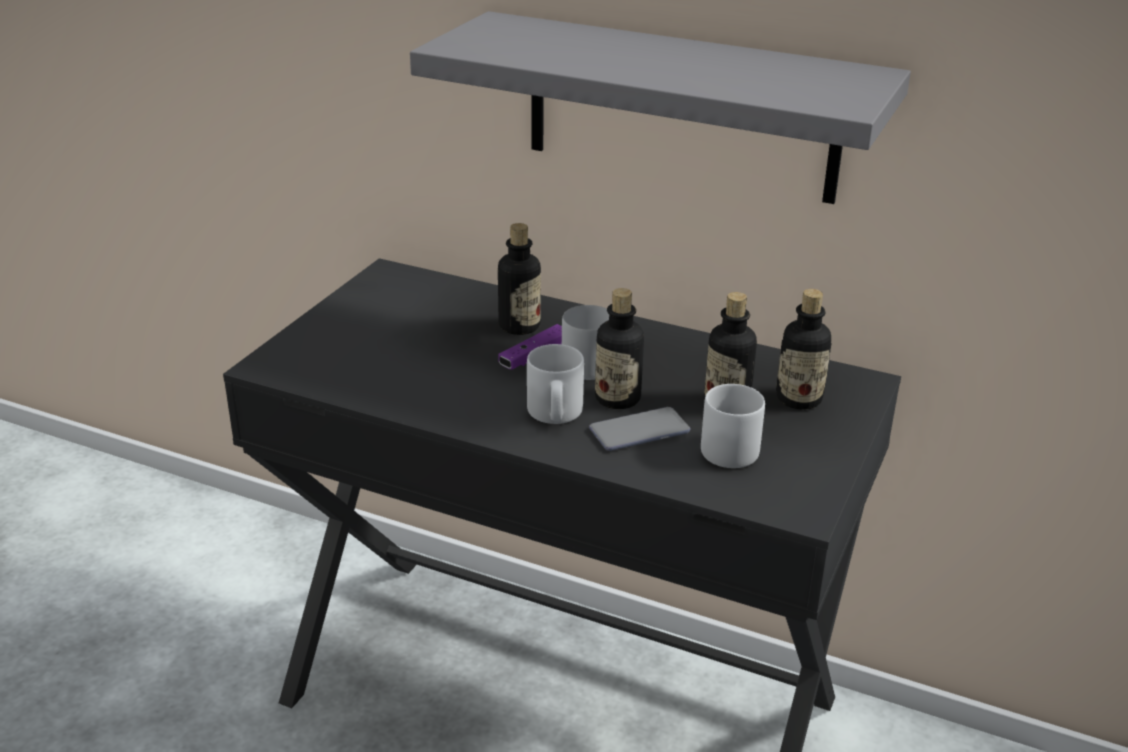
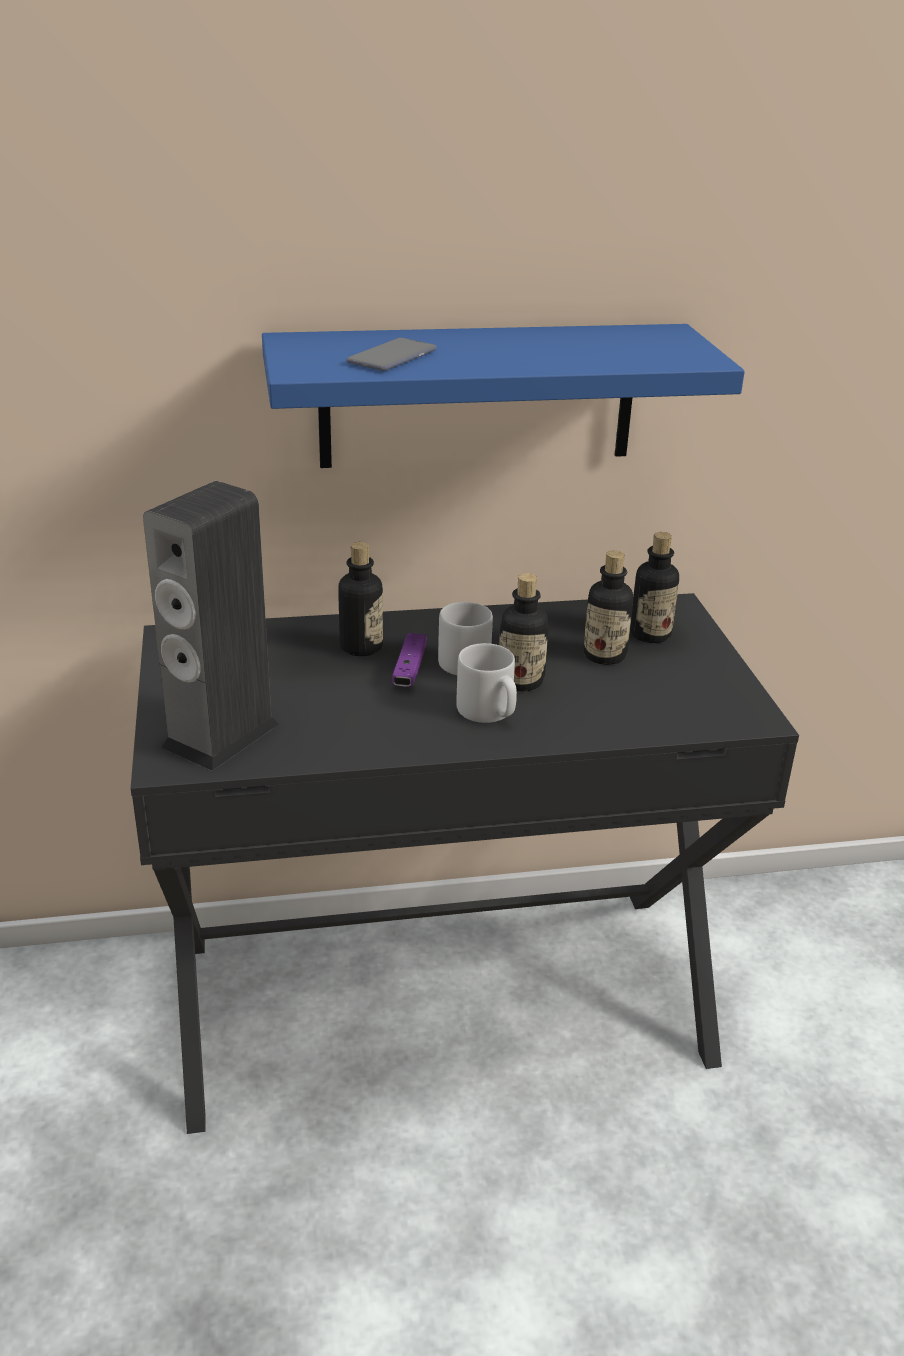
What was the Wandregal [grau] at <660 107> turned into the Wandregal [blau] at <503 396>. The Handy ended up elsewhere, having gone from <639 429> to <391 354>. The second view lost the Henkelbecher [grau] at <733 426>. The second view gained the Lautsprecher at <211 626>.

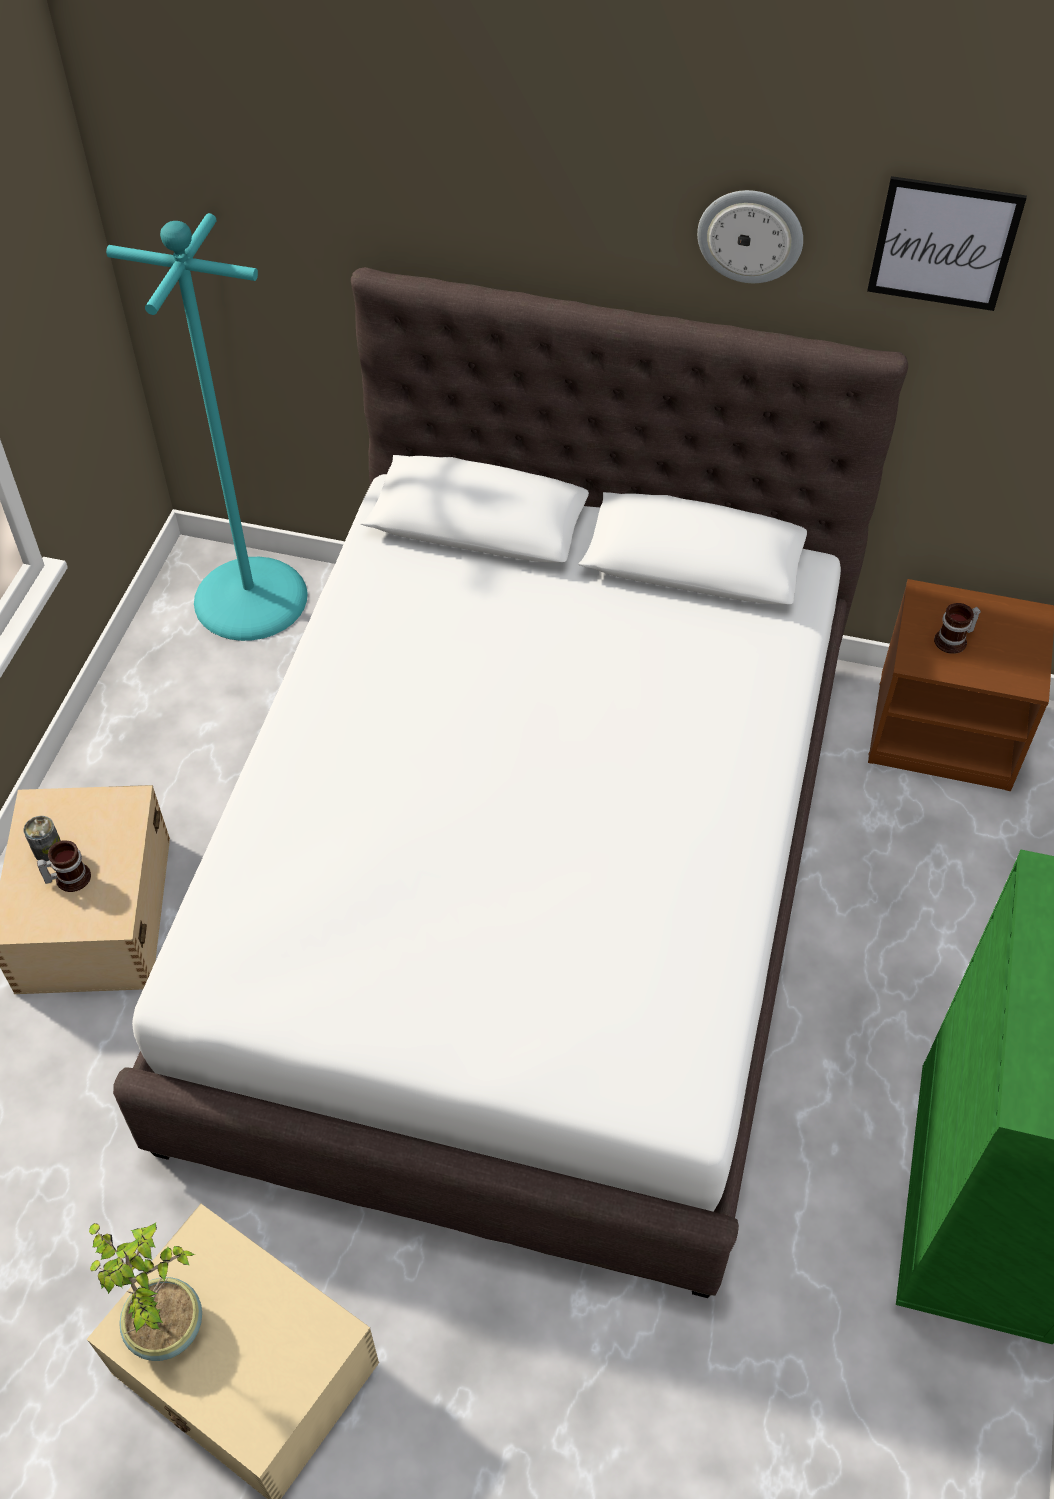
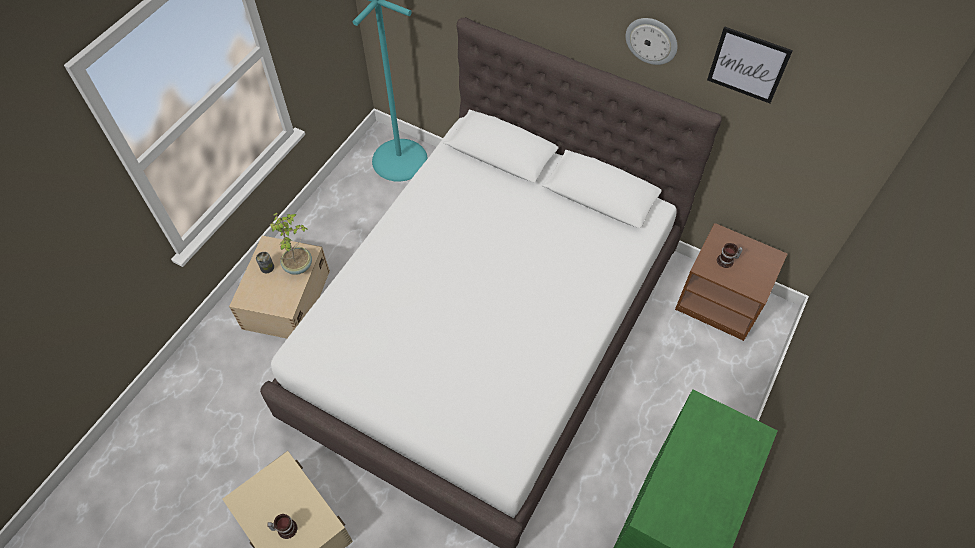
The Henkelbecher ended up elsewhere, having gone from <64 866> to <282 526>. The Topfpflanze ended up elsewhere, having gone from <145 1291> to <291 244>.

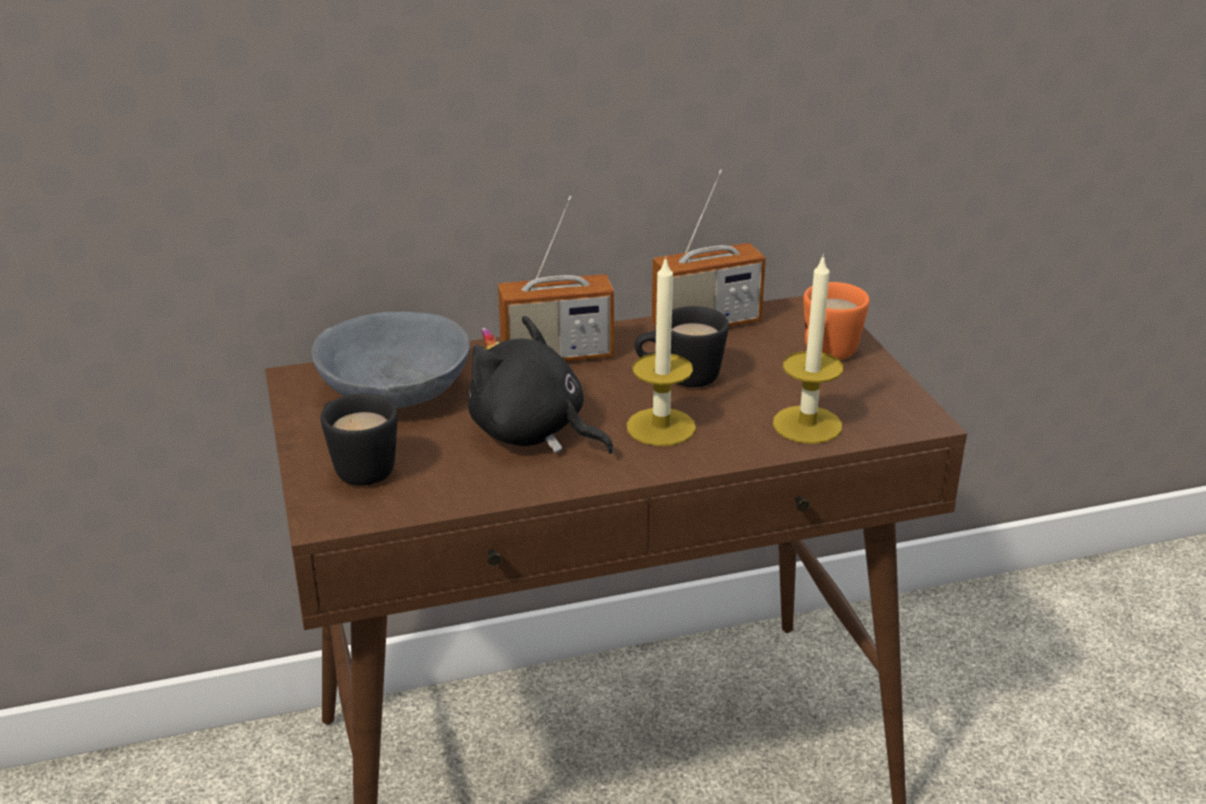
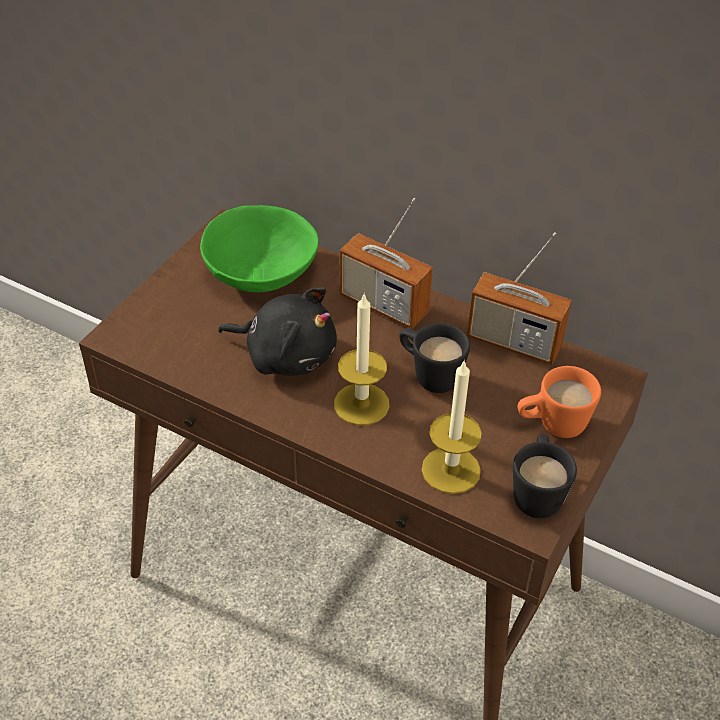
What was the Schüssel [grau] at <391 360> turned into the Schüssel [grün] at <259 248>. The Henkelbecher [schwarz] ended up elsewhere, having gone from <359 439> to <545 476>. The Plüschtier [schwarz] at <540 385> ended up facing another way, 120 degrees clockwise from before.

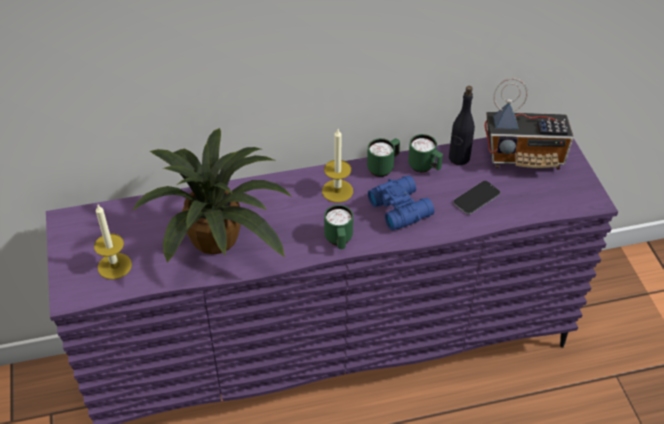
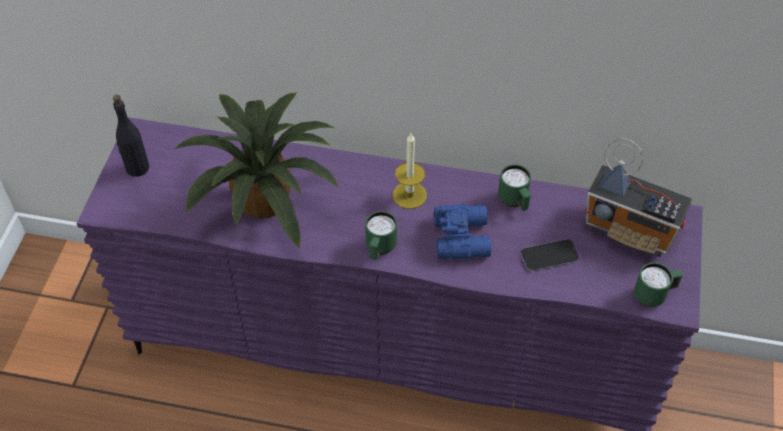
The second view lost the Kerze at <113 242>. The Henkelbecher [grün] ended up elsewhere, having gone from <383 157> to <658 284>. The Flasche [schwarz] ended up elsewhere, having gone from <462 125> to <131 136>.

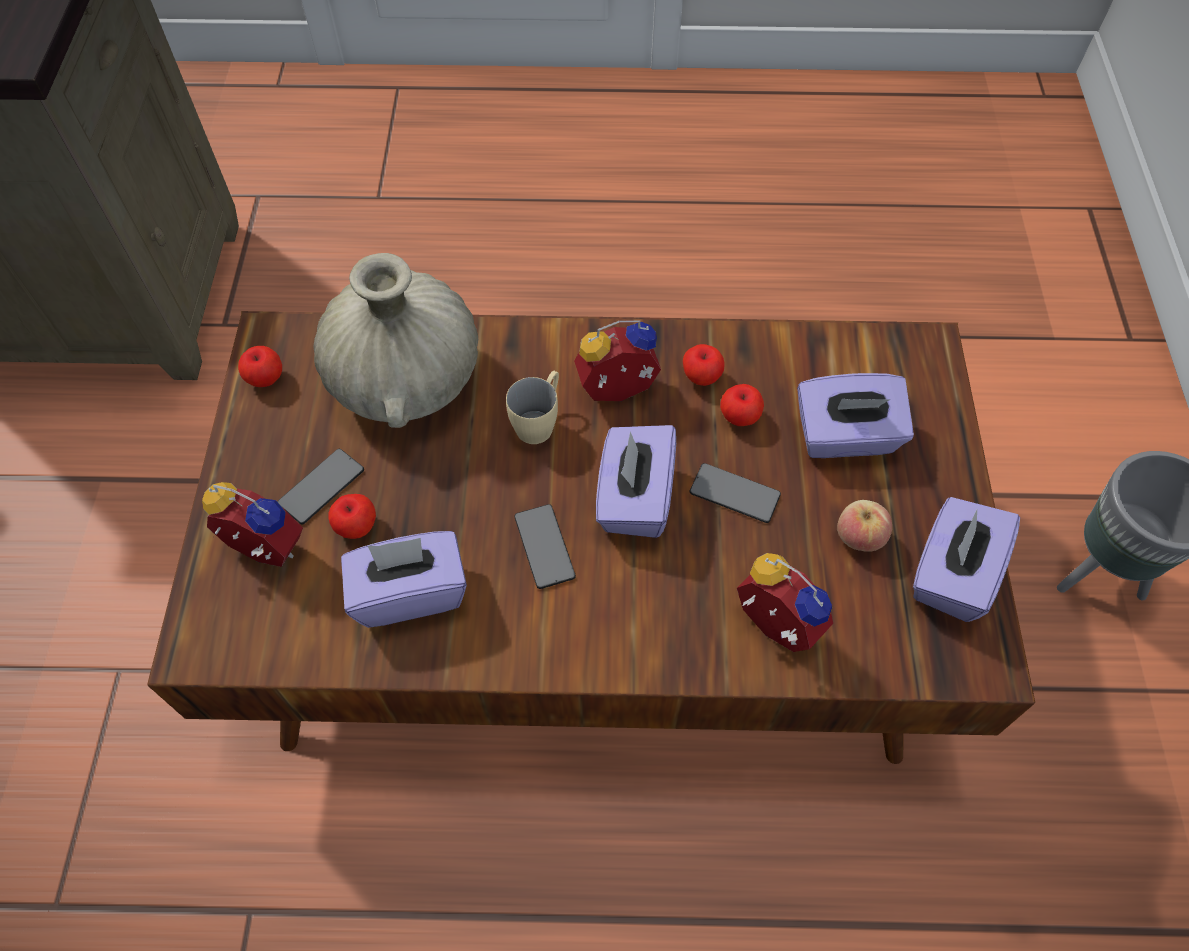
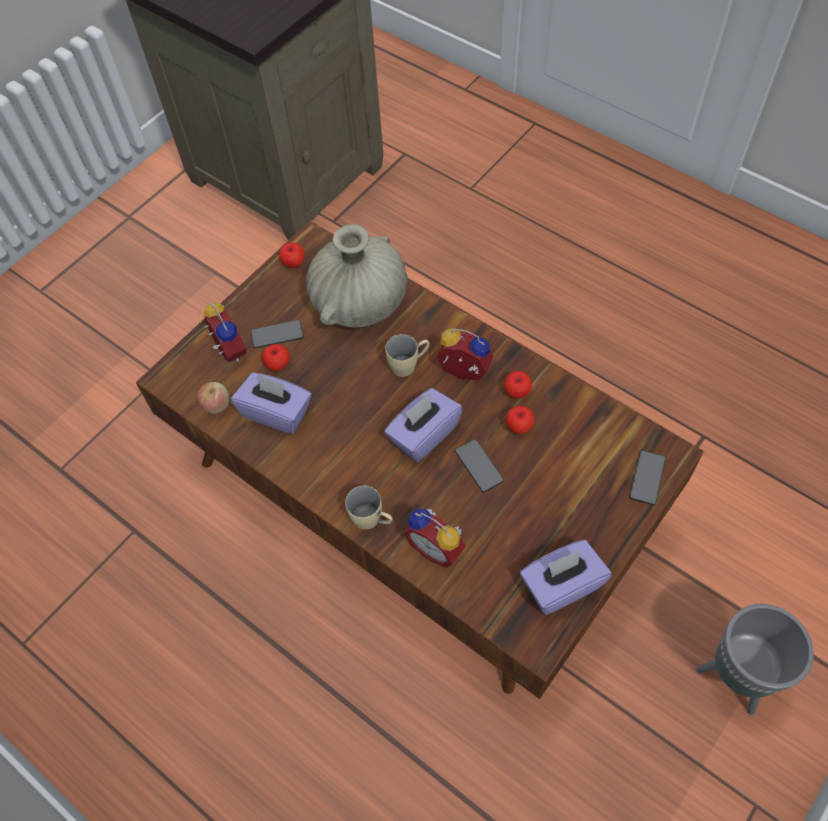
The Handy ended up elsewhere, having gone from <545 546> to <647 477>. The Wecker at <785 602> ended up facing another way, 135 degrees clockwise from before. The second view lost the Taschentuchbox [lila] at <855 415>. The Apfel ended up elsewhere, having gone from <864 526> to <213 398>. The second view gained the Henkelbecher [beige] at <369 507>.

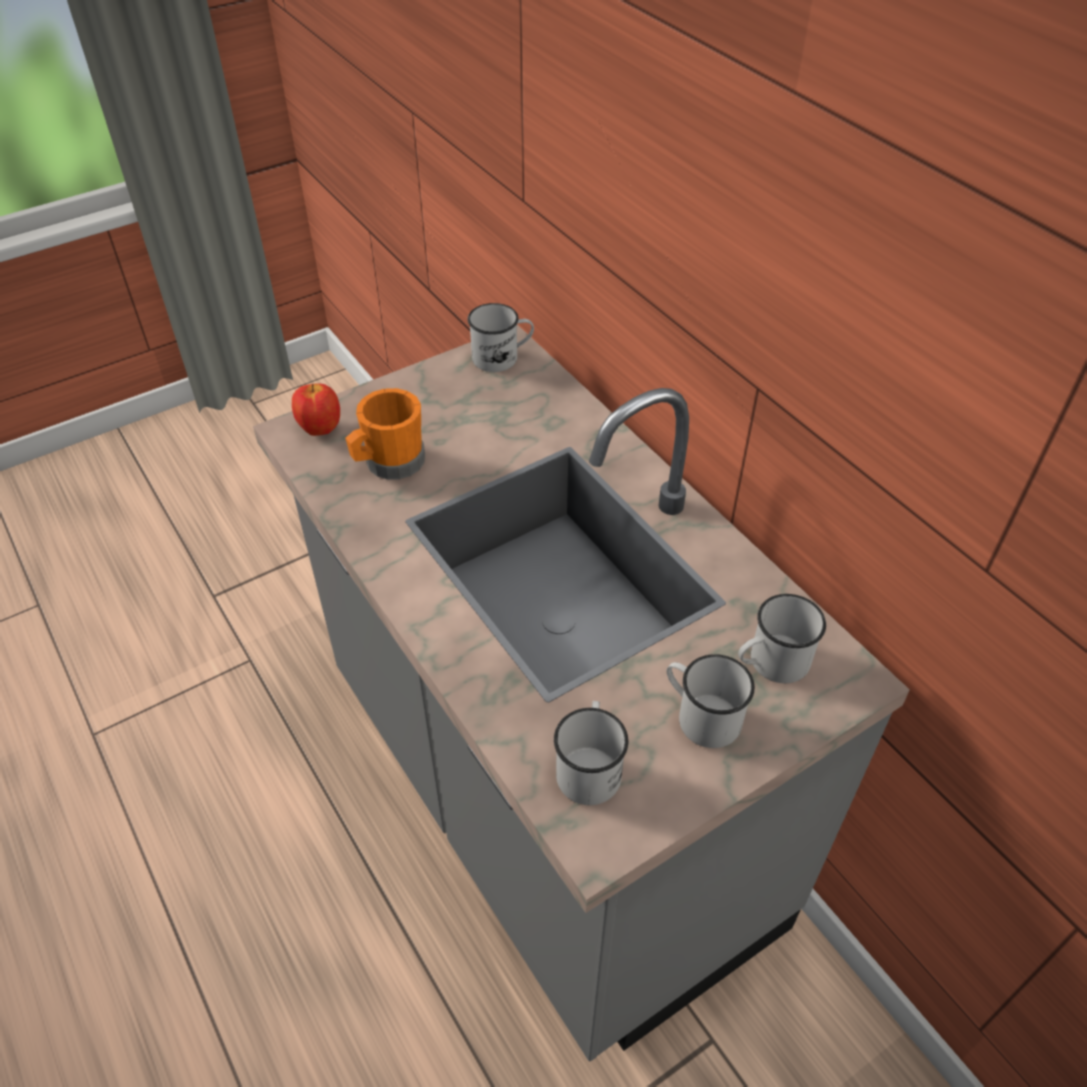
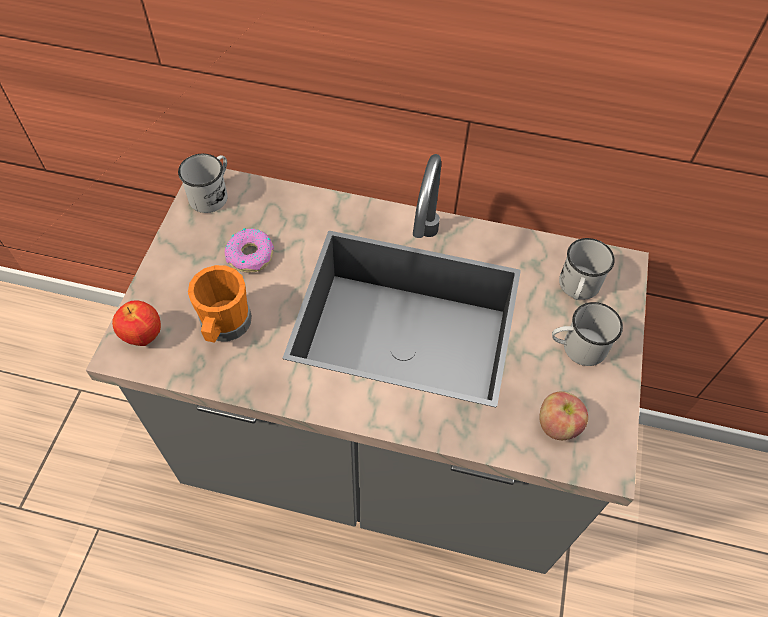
Where the Henkelbecher [weiß] stood at <591 753>, the Apfel came to stand at <563 415>. The second view gained the Donut at <249 250>.

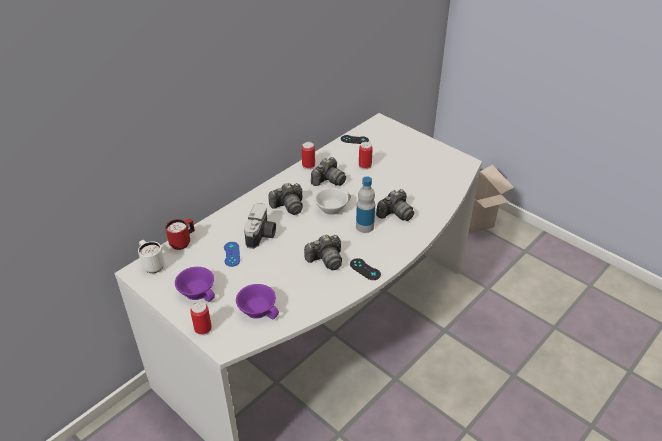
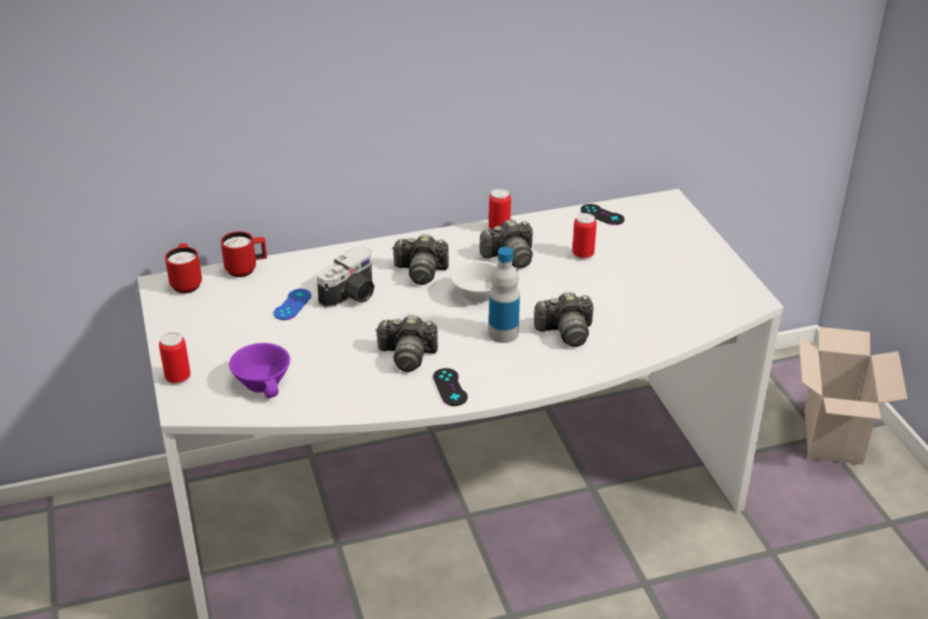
What was the Henkelbecher [weiß] at <151 256> turned into the Henkelbecher [rot] at <183 268>. The second view lost the Tasse [lila] at <195 284>.

